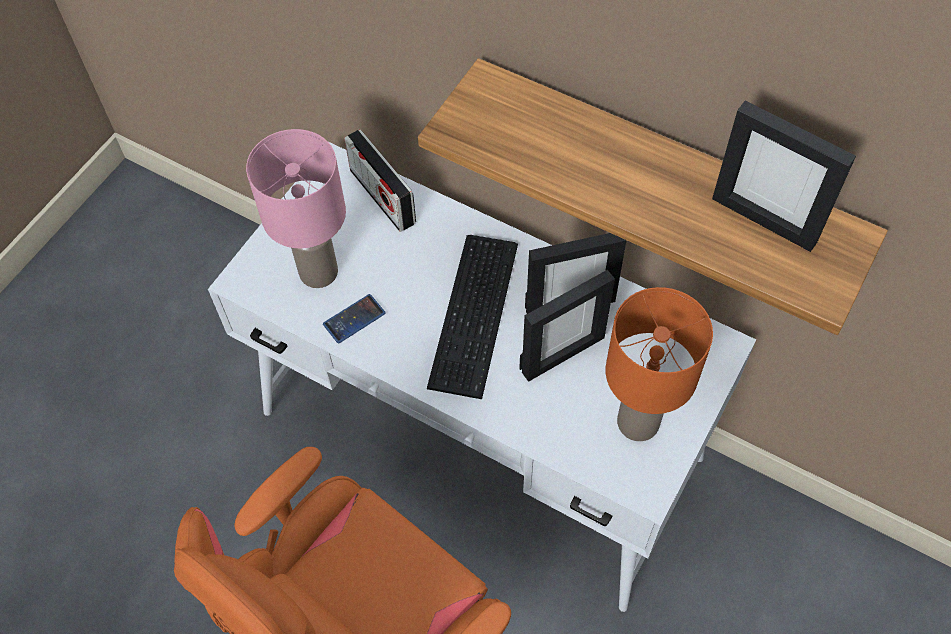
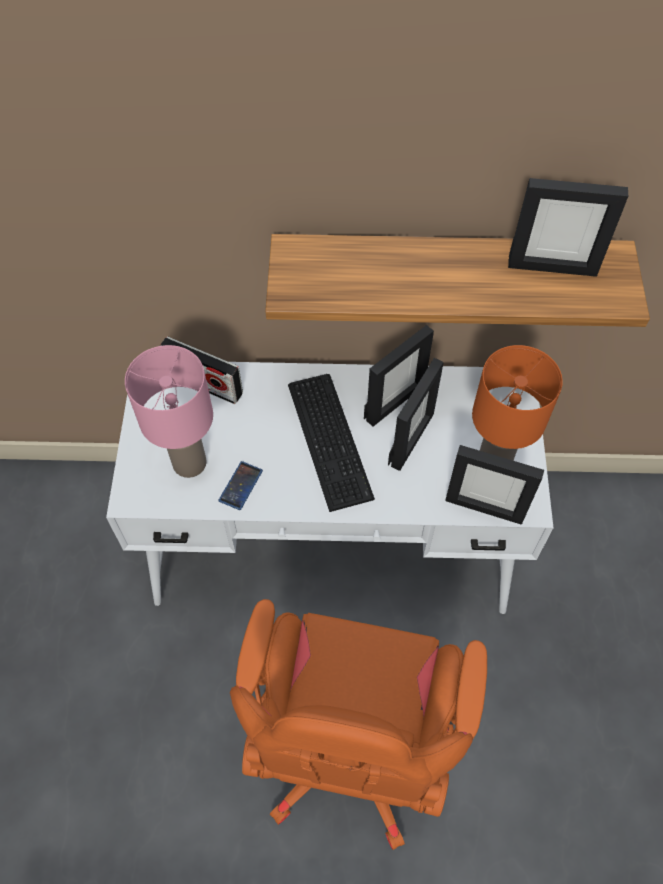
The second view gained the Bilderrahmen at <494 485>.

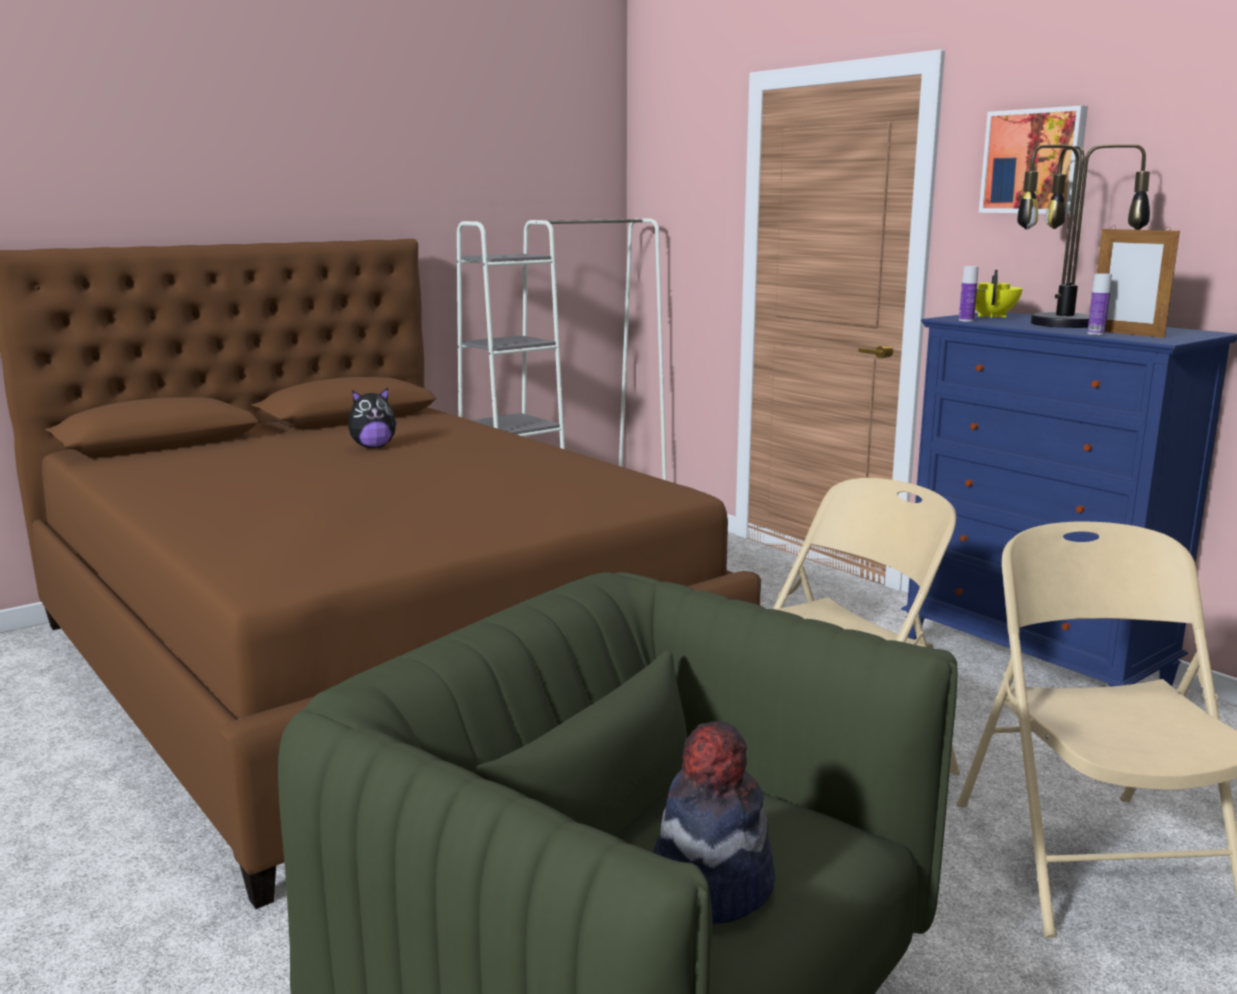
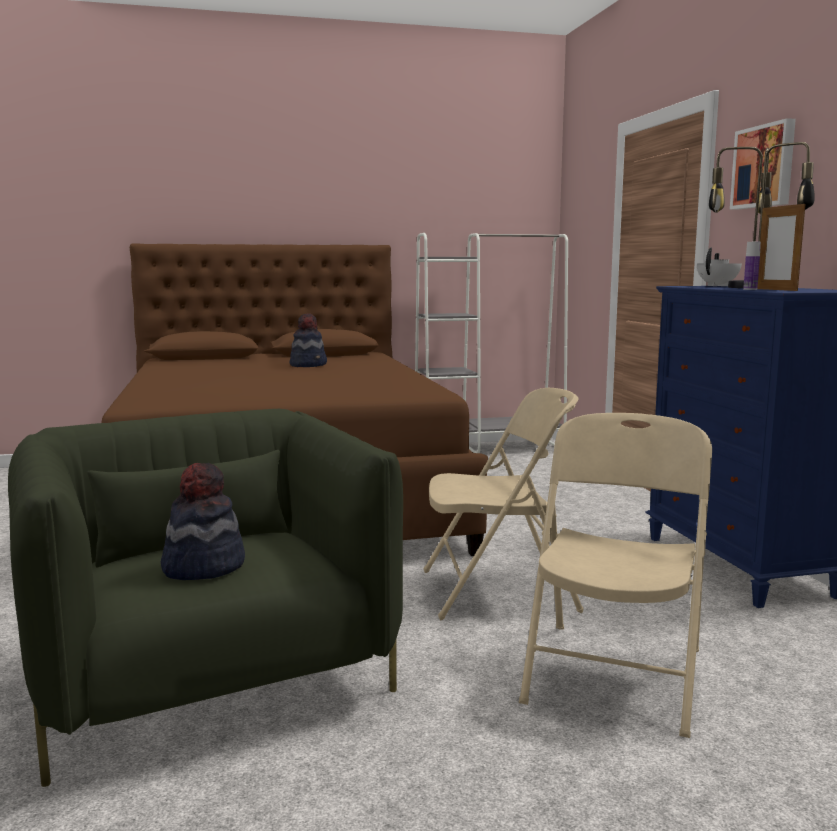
Where the Plüschtier stood at <372 418>, the Hut came to stand at <308 340>. The second view lost the Flasche at <969 294>. What was the Teekanne [gelb] at <999 294> turned into the Teekanne [weiß] at <719 266>.

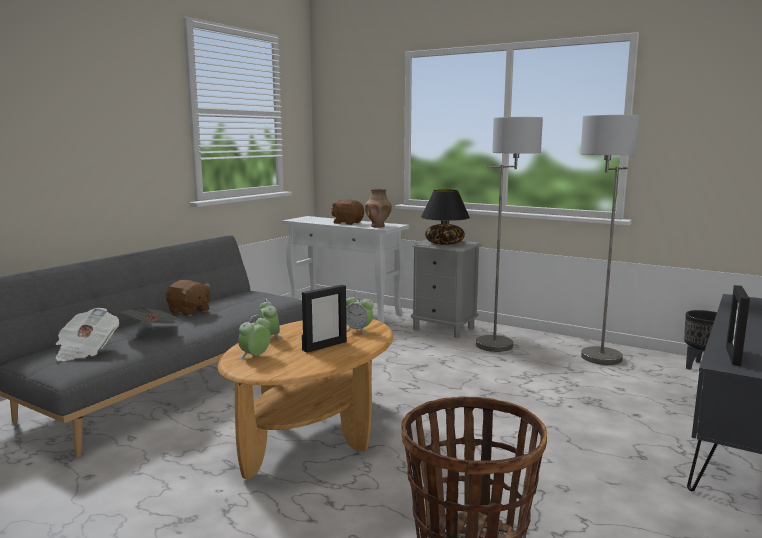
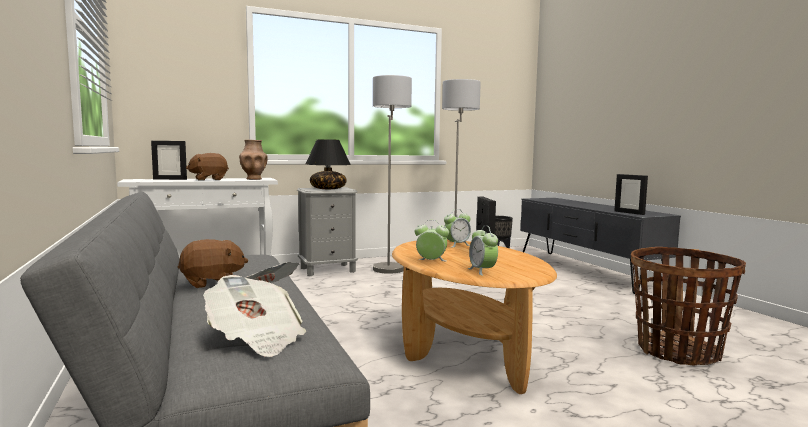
The second view gained the Bilderrahmen at <169 160>.

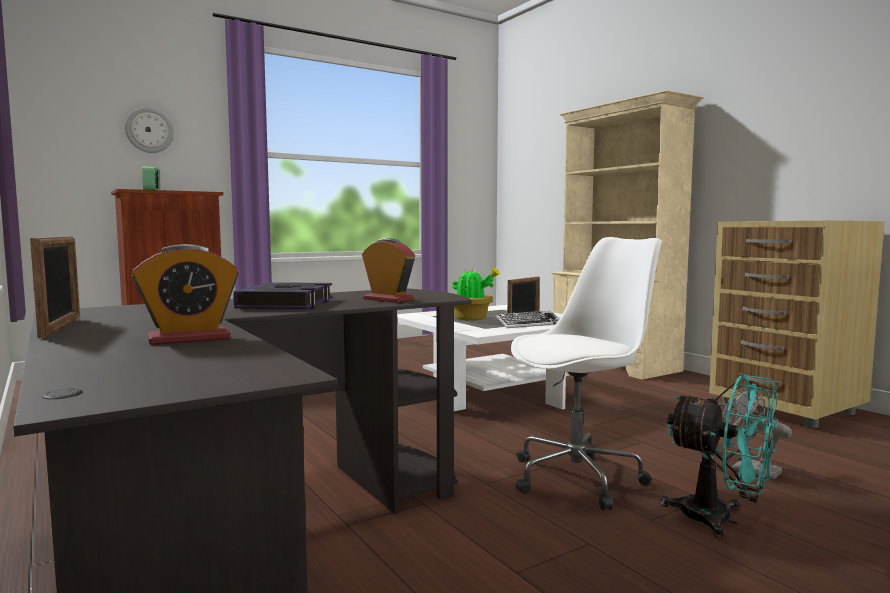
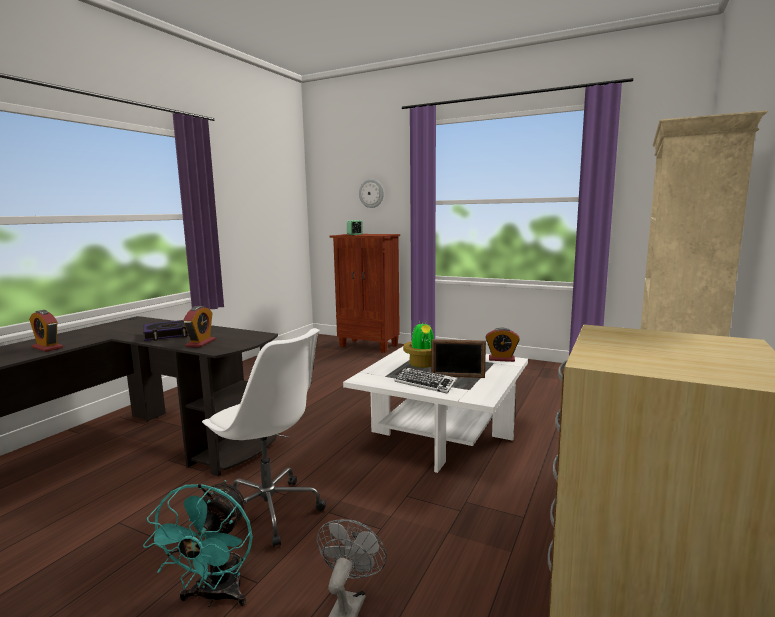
The second view lost the Bilderrahmen at <55 287>. The second view gained the Wecker at <503 345>.

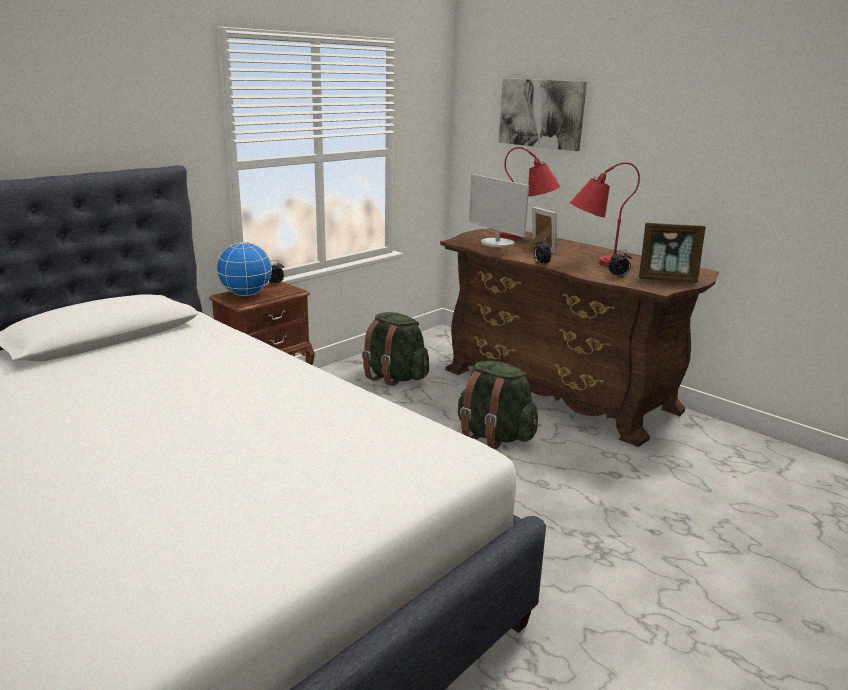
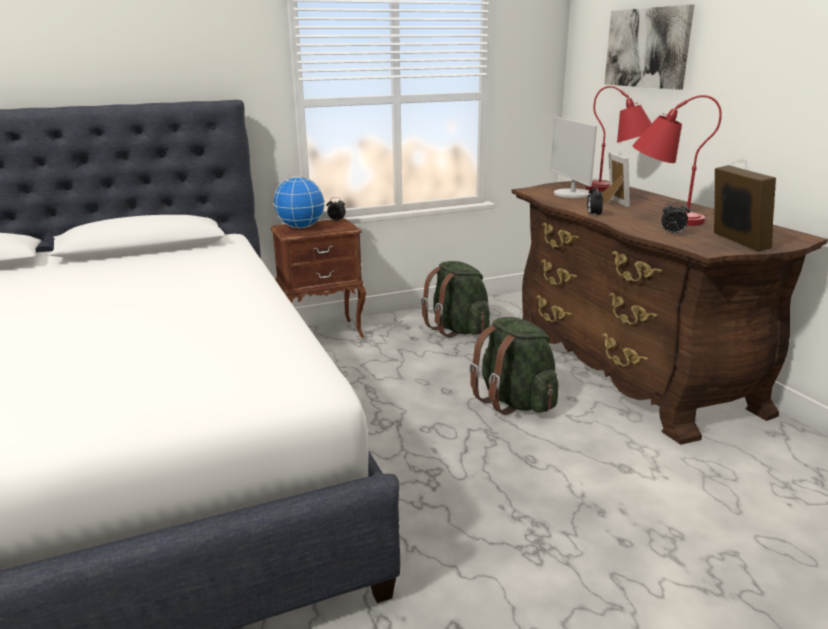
The Bilderrahmen at <672 253> ended up facing another way, 135 degrees counterclockwise from before.

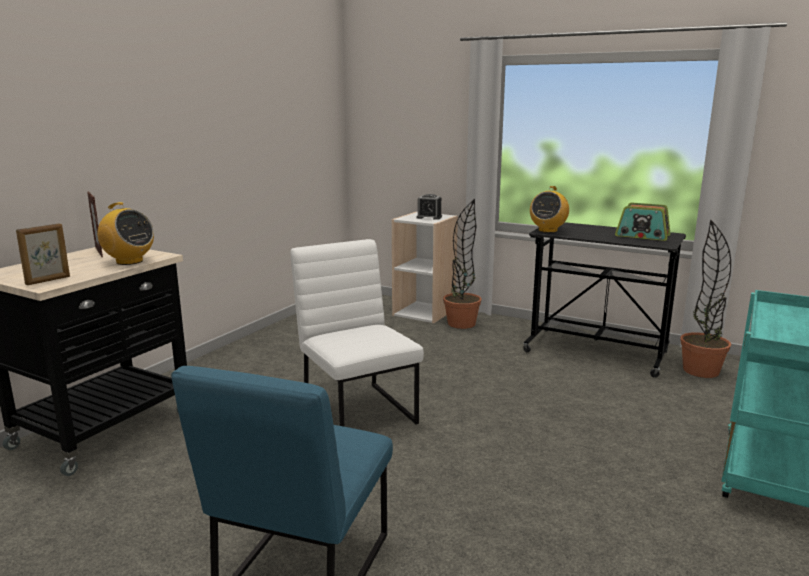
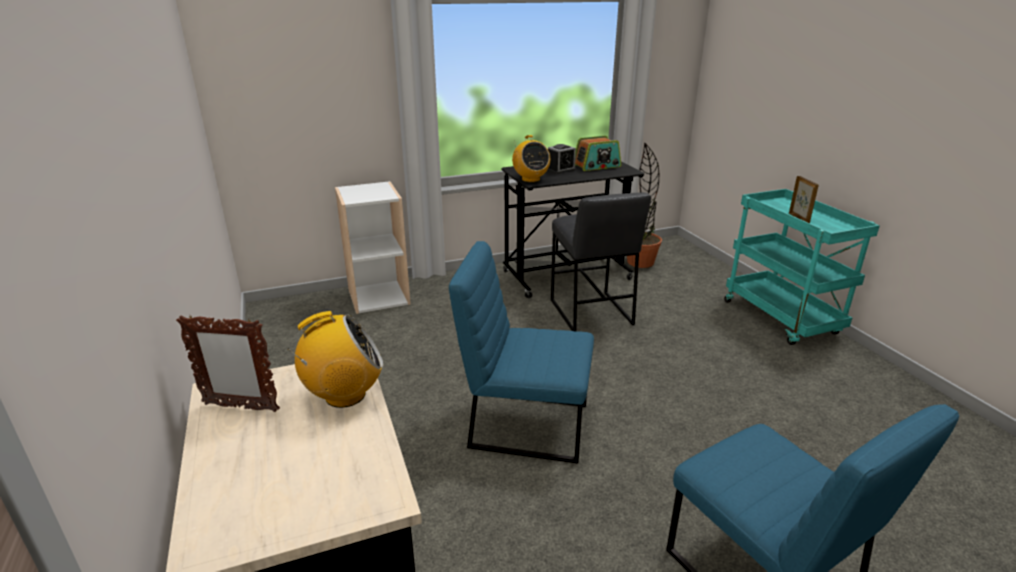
The Bilderrahmen ended up elsewhere, having gone from <43 254> to <804 199>. What was the Stuhl [weiß] at <357 332> turned into the Stuhl [blau] at <521 352>. The Wecker ended up elsewhere, having gone from <429 207> to <561 159>. The second view lost the Topfpflanze at <462 264>. The second view gained the Hocker [grau] at <601 261>.

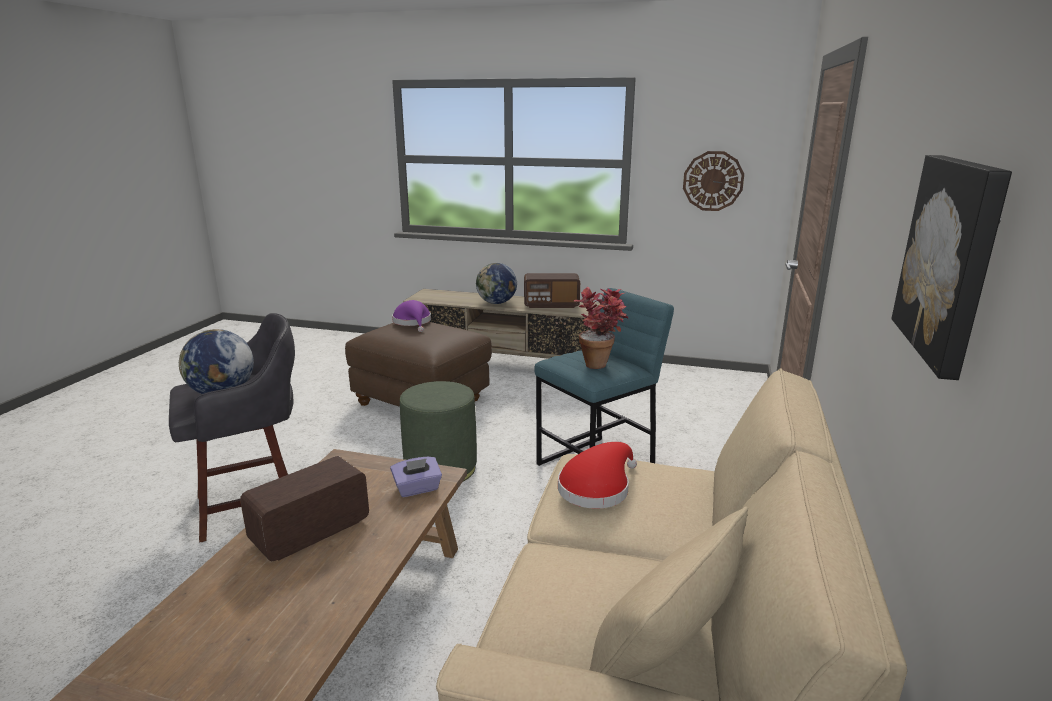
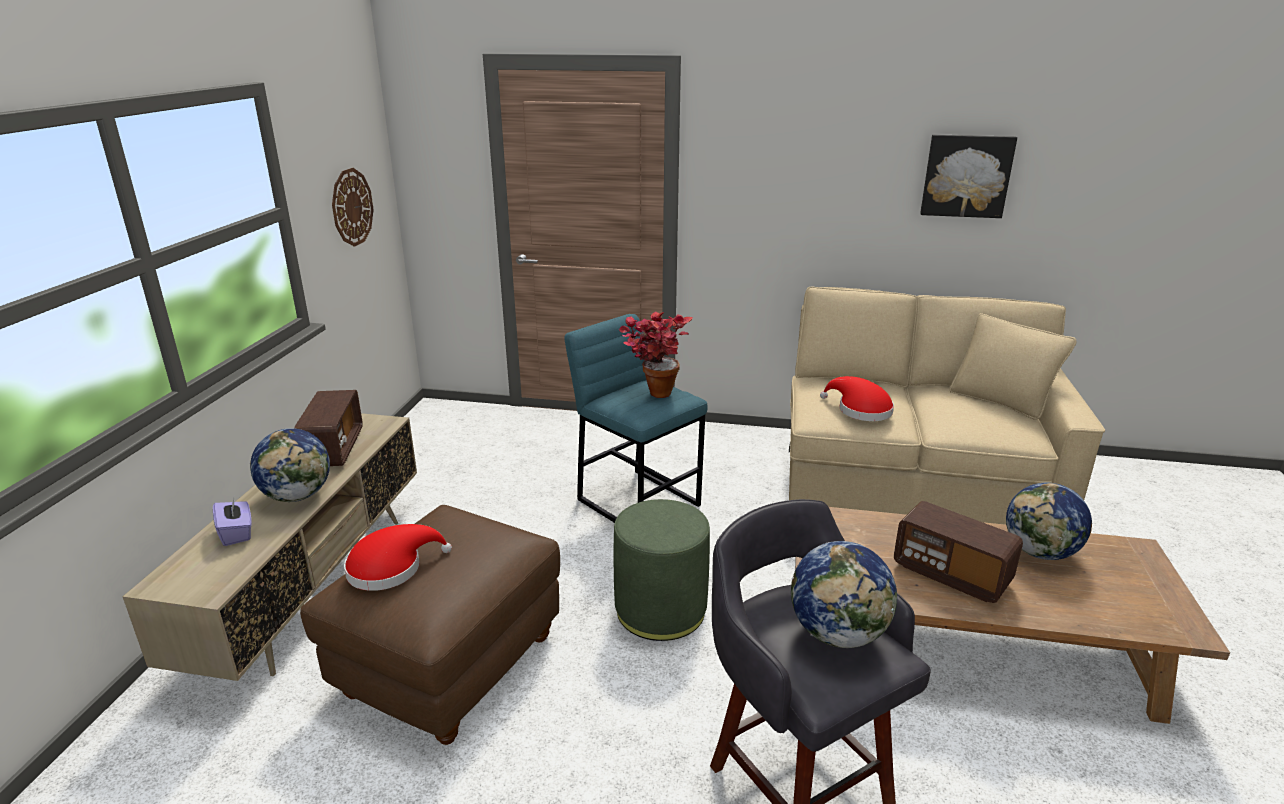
The Taschentuchbox [lila] ended up elsewhere, having gone from <416 477> to <232 520>. What was the Hut [lila] at <411 316> turned into the Hut [rot] at <398 557>. The second view gained the Globus at <1049 521>.

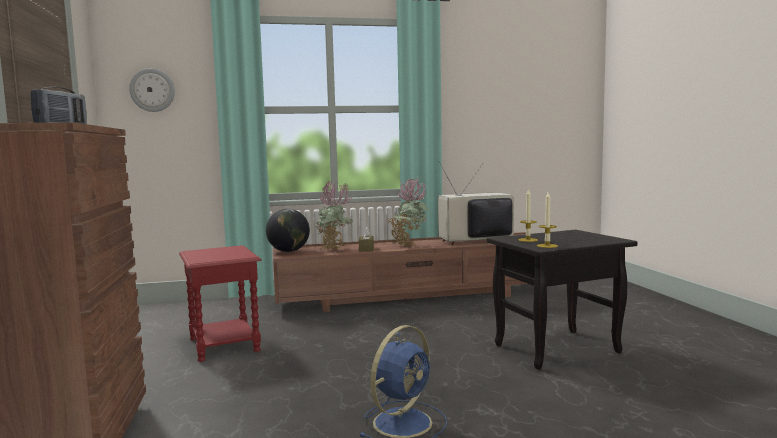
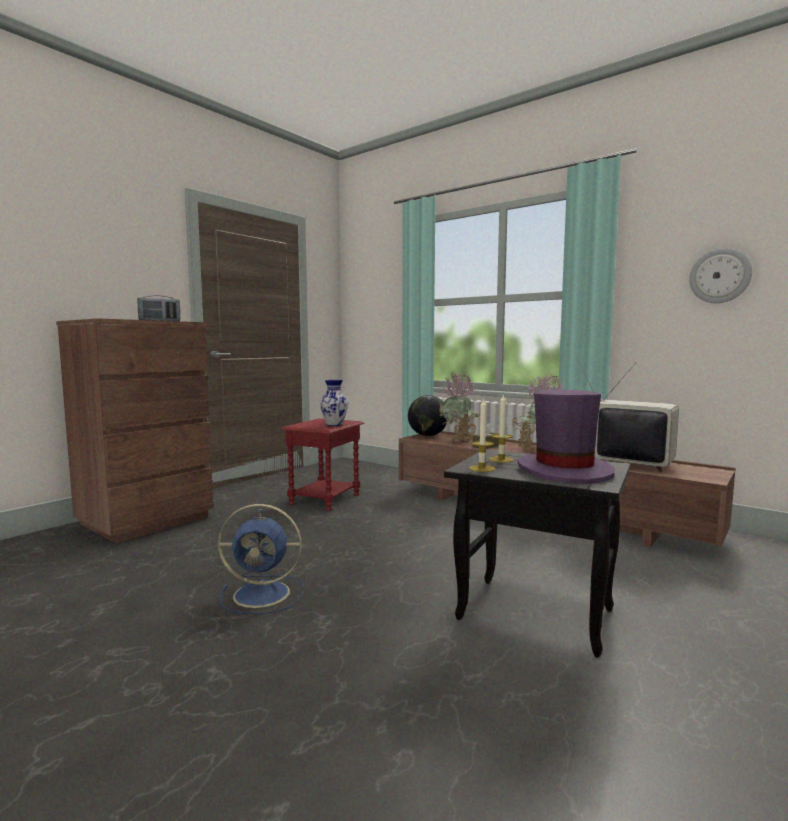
The Wanduhr ended up elsewhere, having gone from <152 90> to <720 275>. The second view gained the Vase at <334 403>. The second view gained the Hut [lila] at <566 437>.

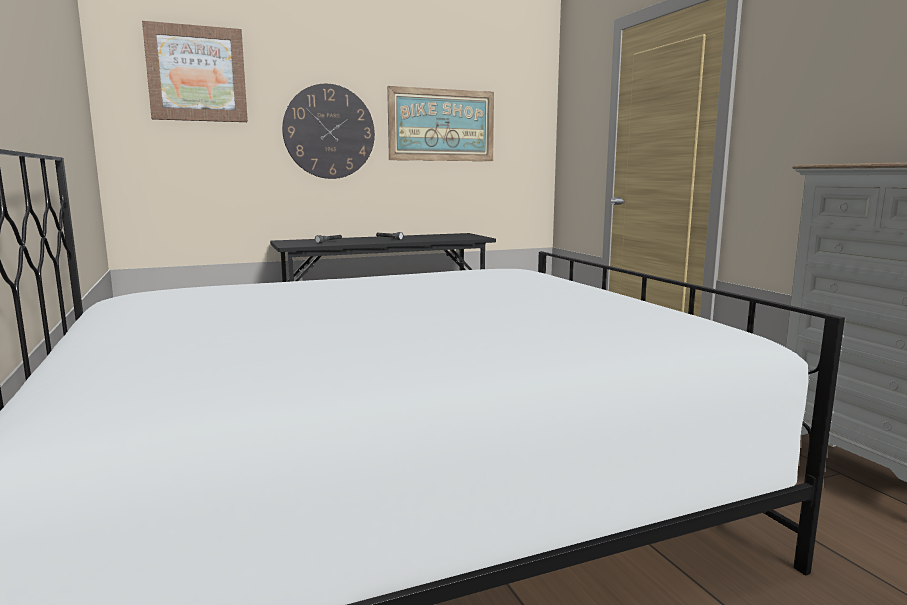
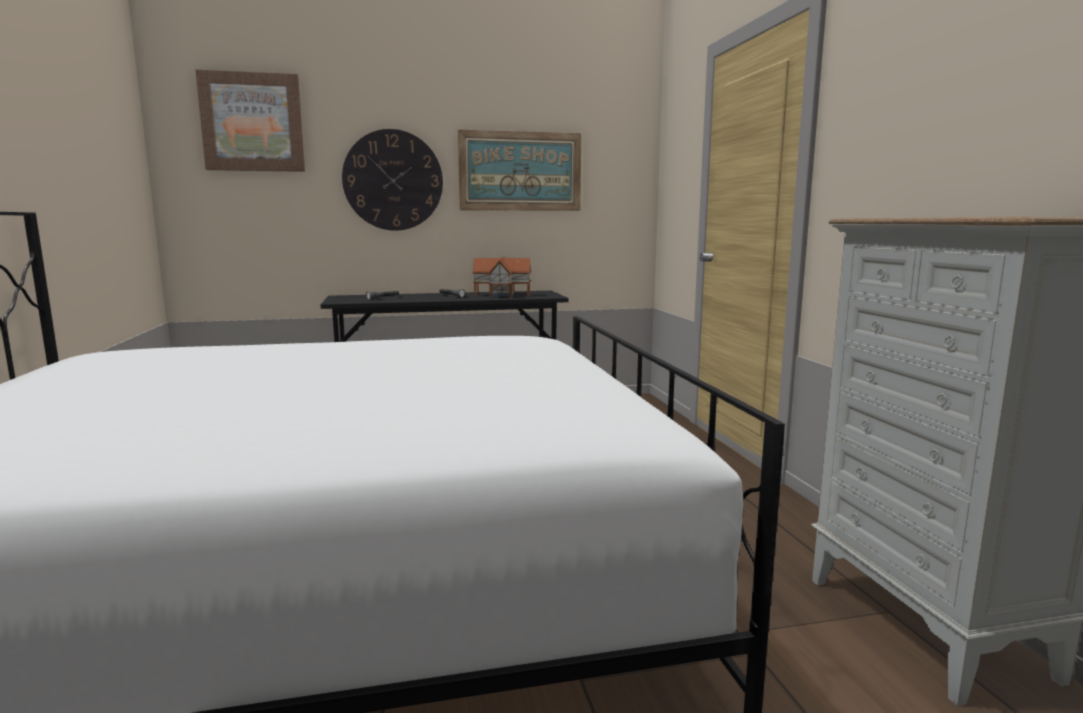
The second view gained the Spielzeughaus at <502 277>.

